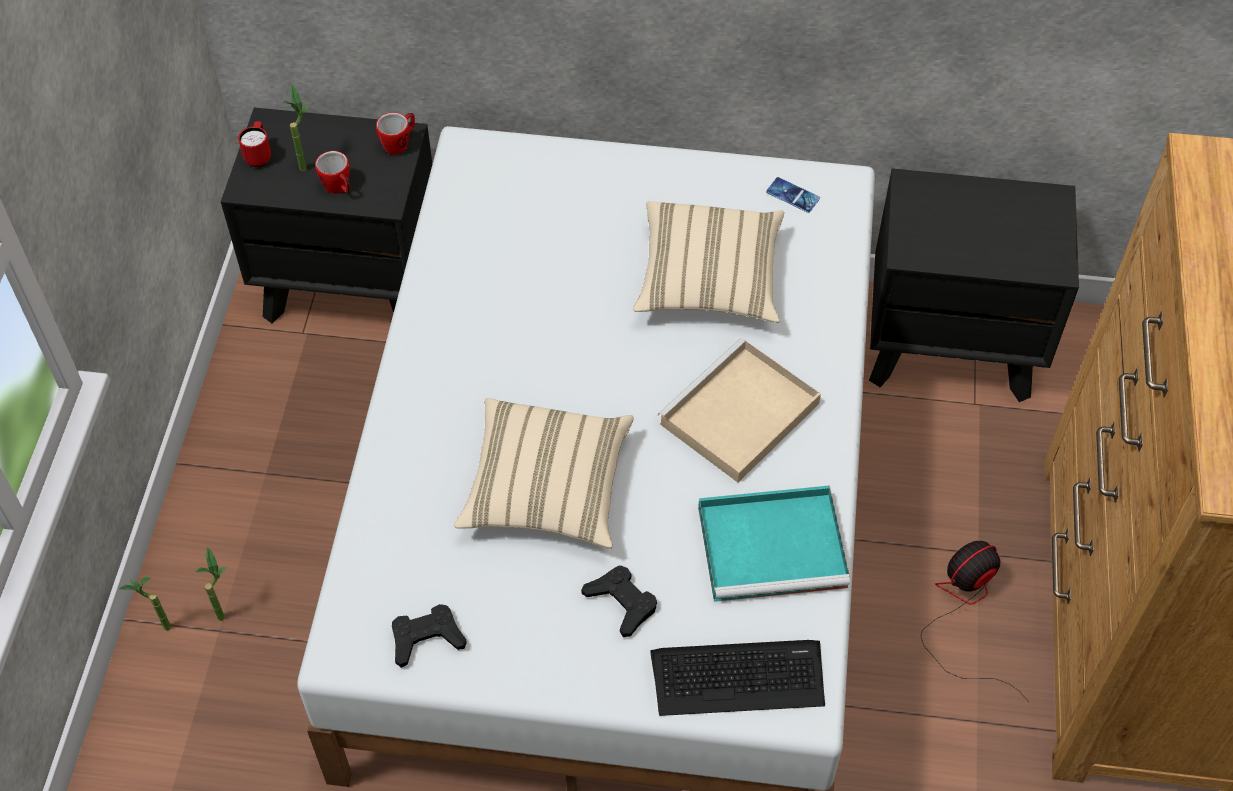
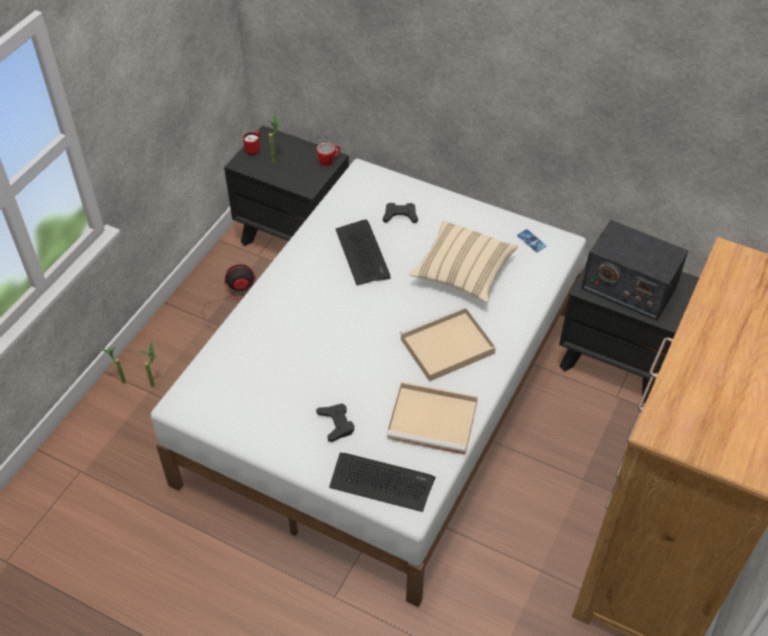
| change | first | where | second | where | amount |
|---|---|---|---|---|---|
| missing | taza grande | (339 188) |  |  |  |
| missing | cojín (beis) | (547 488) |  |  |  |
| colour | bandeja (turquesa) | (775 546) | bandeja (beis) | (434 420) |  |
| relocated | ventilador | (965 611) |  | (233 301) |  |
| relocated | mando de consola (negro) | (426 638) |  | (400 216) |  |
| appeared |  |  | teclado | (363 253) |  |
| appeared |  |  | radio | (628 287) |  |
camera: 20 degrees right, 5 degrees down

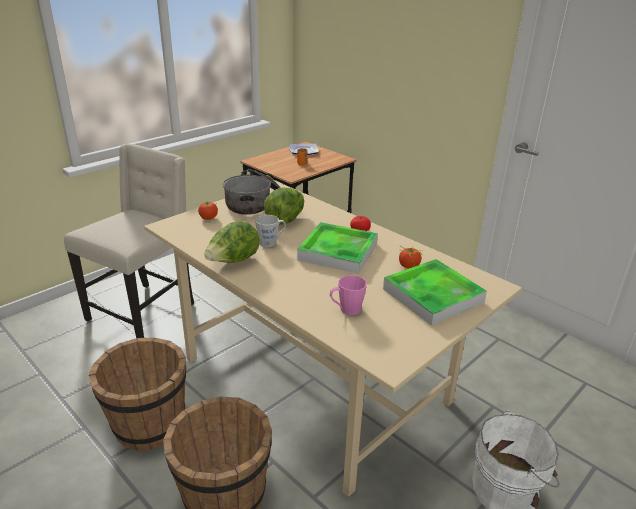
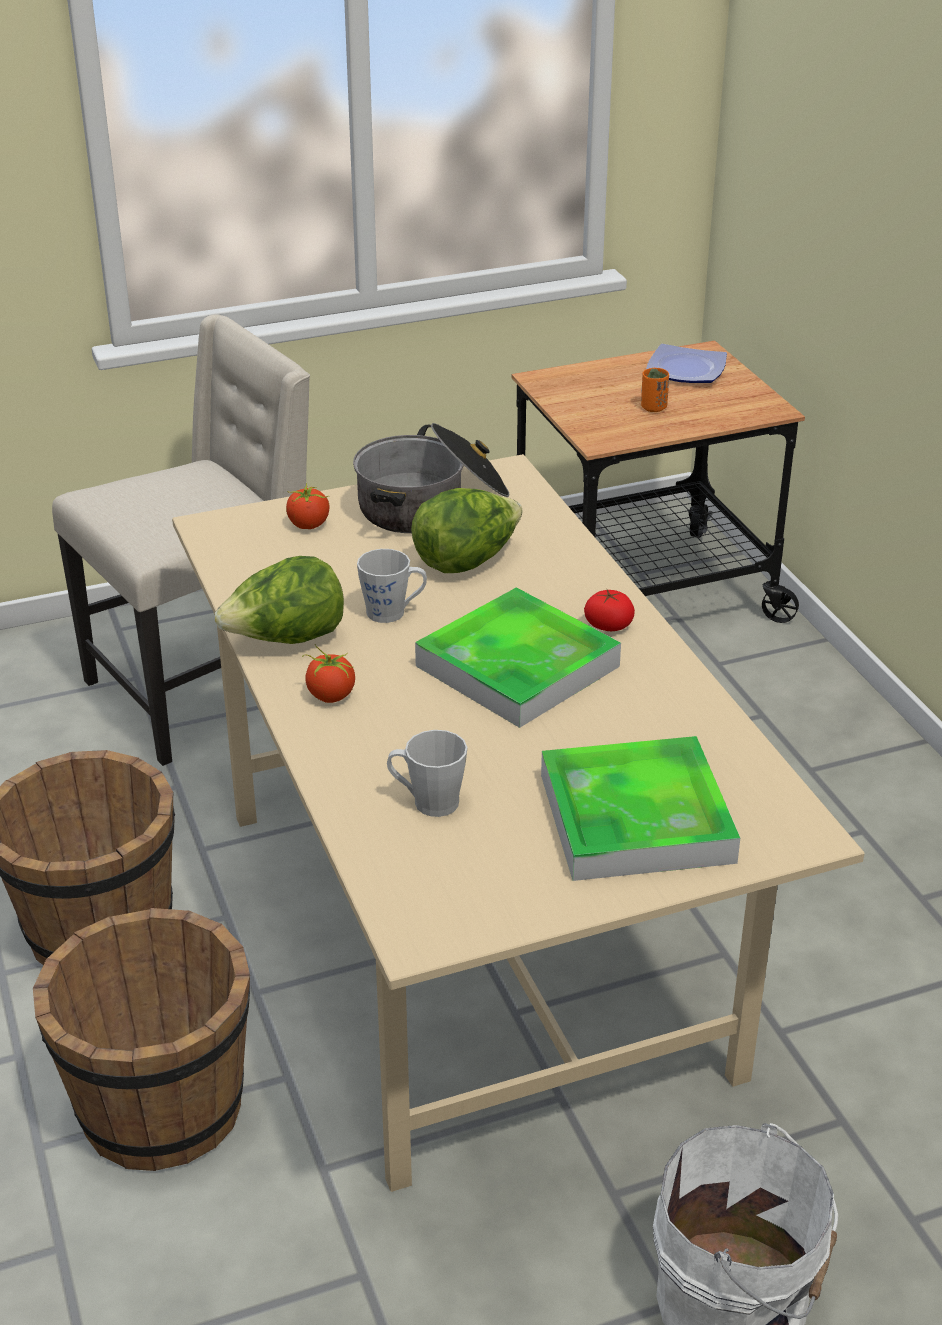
| change | first | where | second | where | amount |
|---|---|---|---|---|---|
| relocated | tomate | (408 266) |  | (330 696) |  |
| colour | taza grande (rosa) | (346 310) | taza grande (gris) | (427 802) |  |
camera: 25 degrees right, 5 degrees up

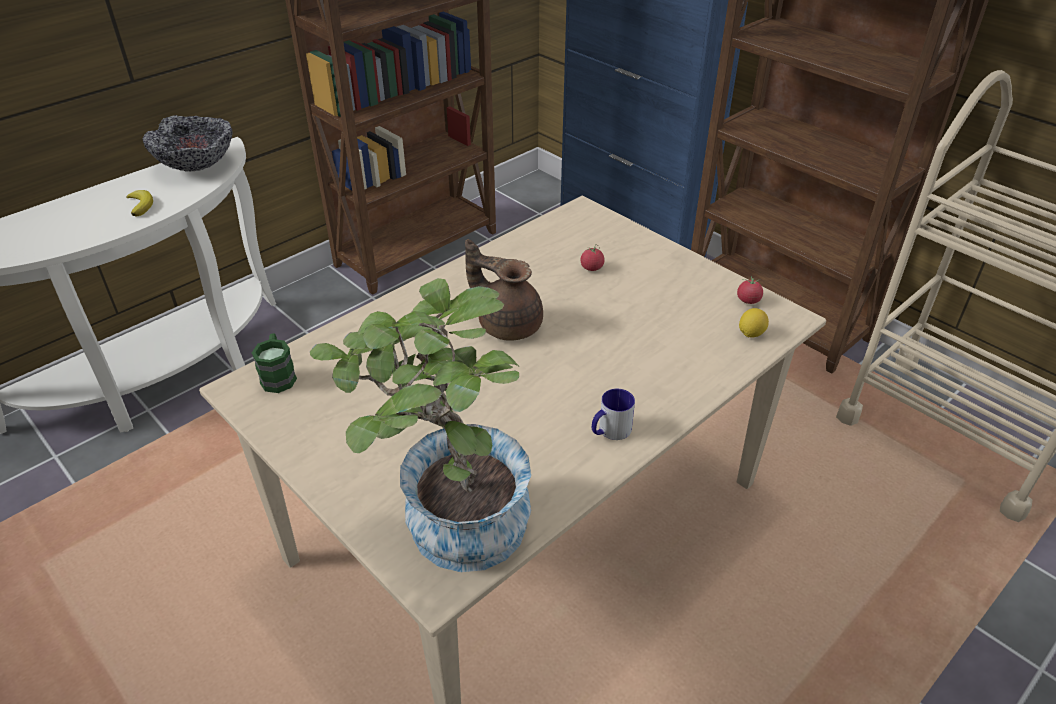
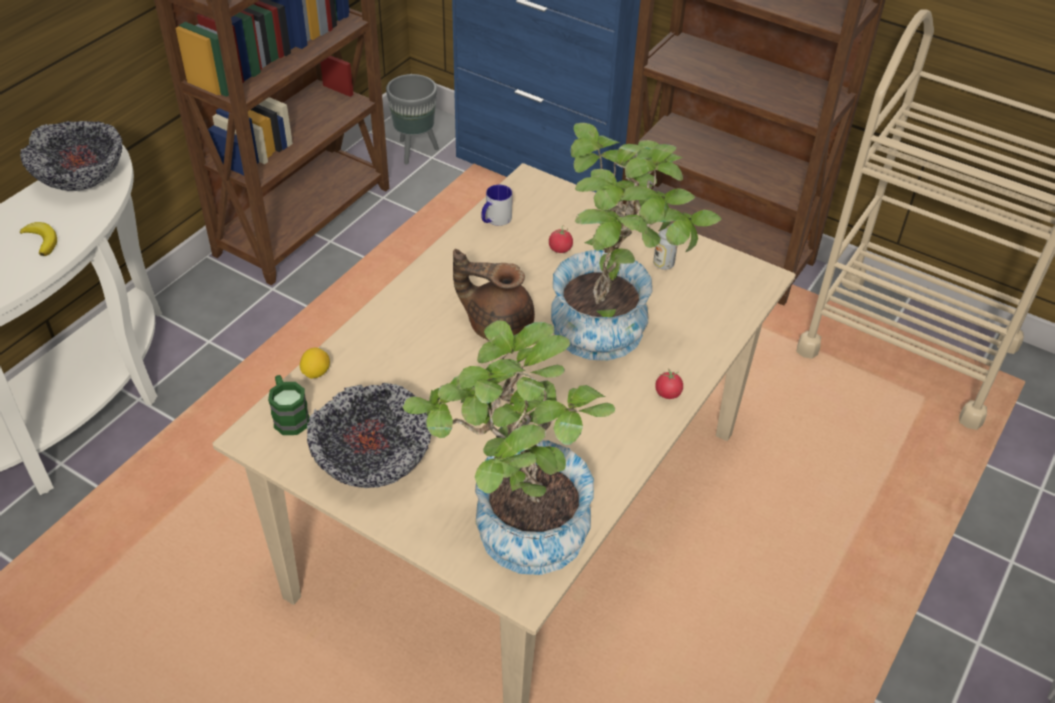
| change | first | where | second | where | amount |
|---|---|---|---|---|---|
| relocated | tomate | (748 300) |  | (668 393) |  |
| relocated | limón | (751 333) |  | (316 373) |  |
| relocated | taza grande | (610 431) |  | (495 220) |  |
| appeared |  |  | maceta (gris) | (415 151) |  |
| appeared |  |  | planta en maceta | (613 329) |  |
| appeared |  |  | lata | (663 264) |  |
| appeared |  |  | cuenco | (373 464) |  |
camera: 15 degrees left, 5 degrees up

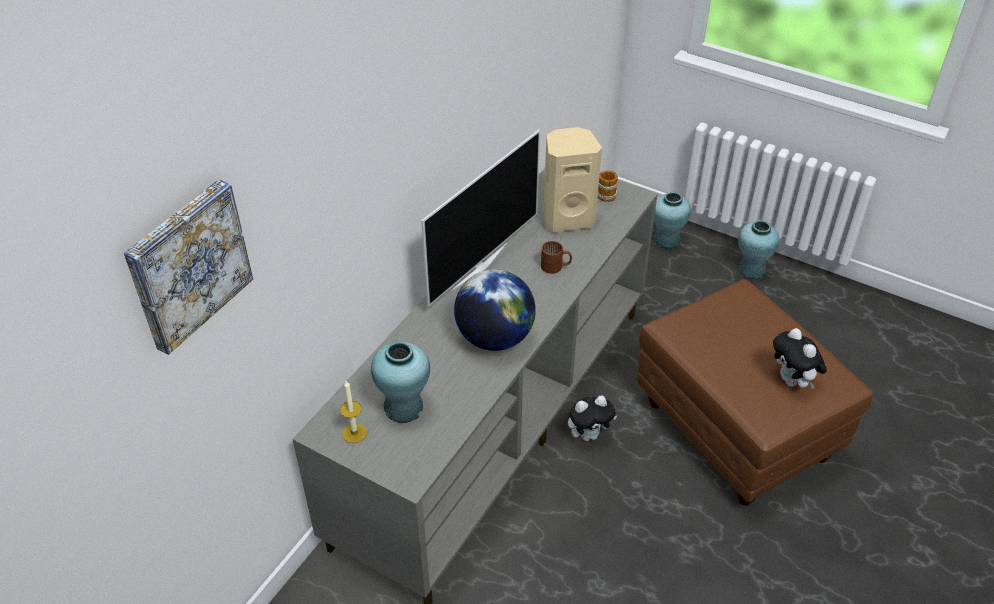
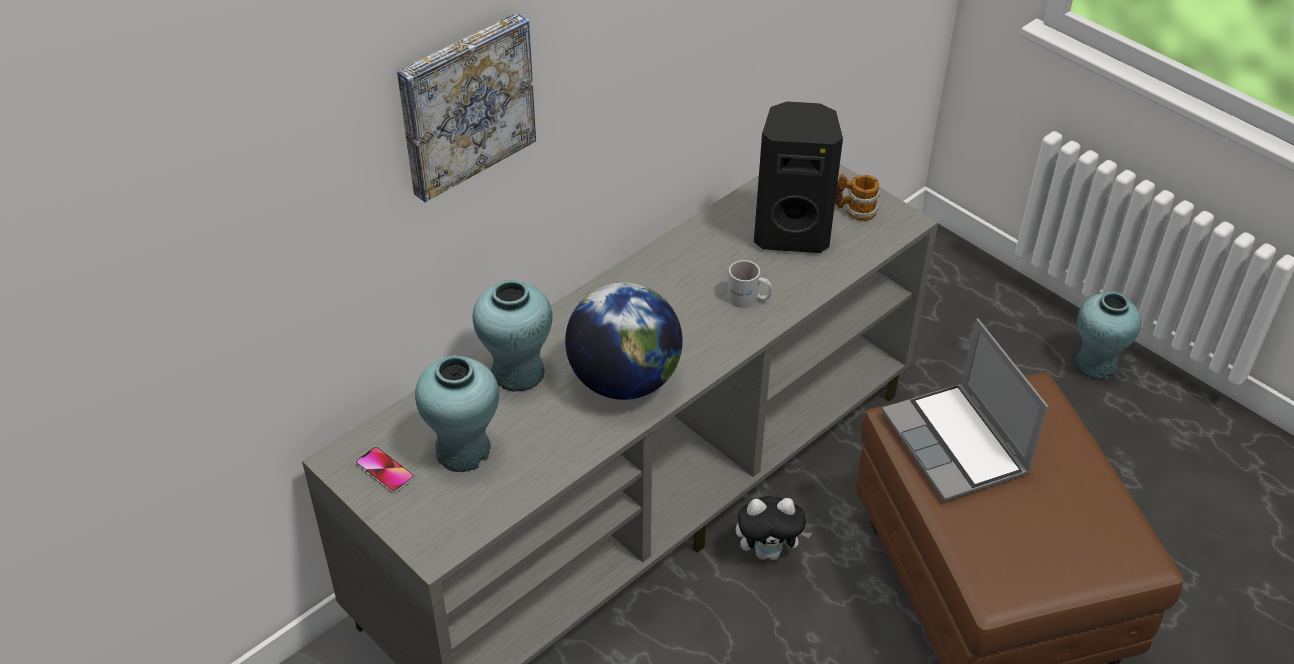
| change | first | where | second | where | amount |
|---|---|---|---|---|---|
| colour | altavoz (beis) | (567 218) | altavoz (negro) | (792 233) |  |
| missing | televisor | (478 266) |  |  |  |
| relocated | cuadro | (187 264) |  | (464 104) |  |
| relocated | florero (turquesa) | (667 240) |  | (518 373) |  |
| colour | taza grande (marrón) | (555 267) | taza grande (blanco) | (748 299) |  |
| missing | peluche | (792 381) |  |  |  |
| exchanged | vela | (354 433) | móvil | (385 471) |  |
| appeared |  |  | portátil | (957 445) |  |
camera: 15 degrees right, 0 degrees up

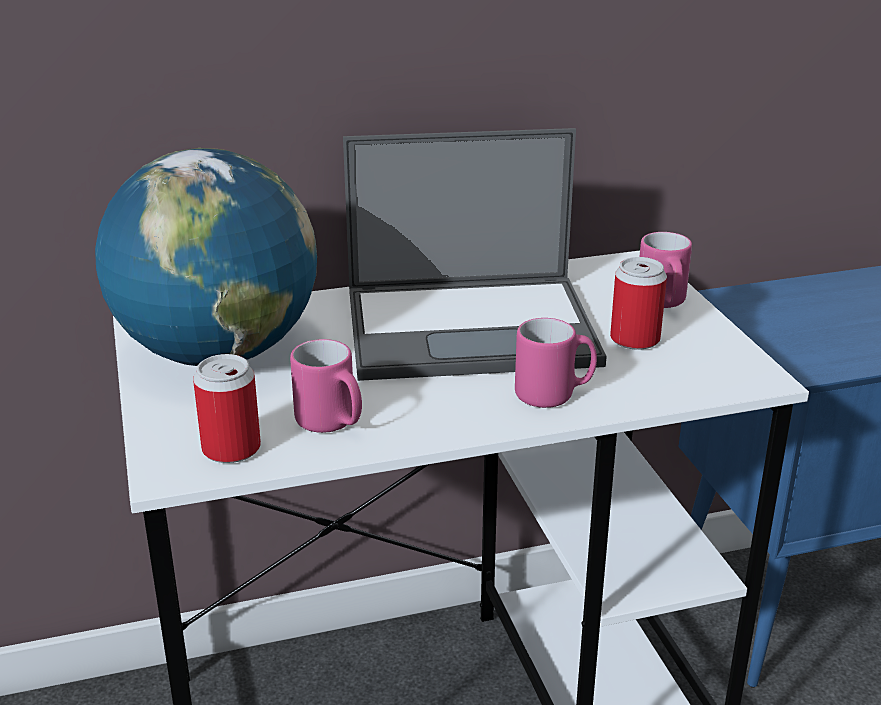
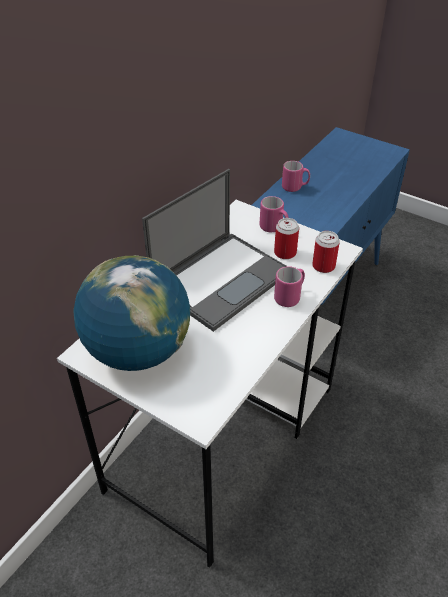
| change | first | where | second | where | amount |
|---|---|---|---|---|---|
| relocated | taza grande (rosa) | (332 424) |  | (295 187) |  |
| relocated | lata | (231 449) |  | (323 266) |  |
camera: 40 degrees left, 15 degrees up

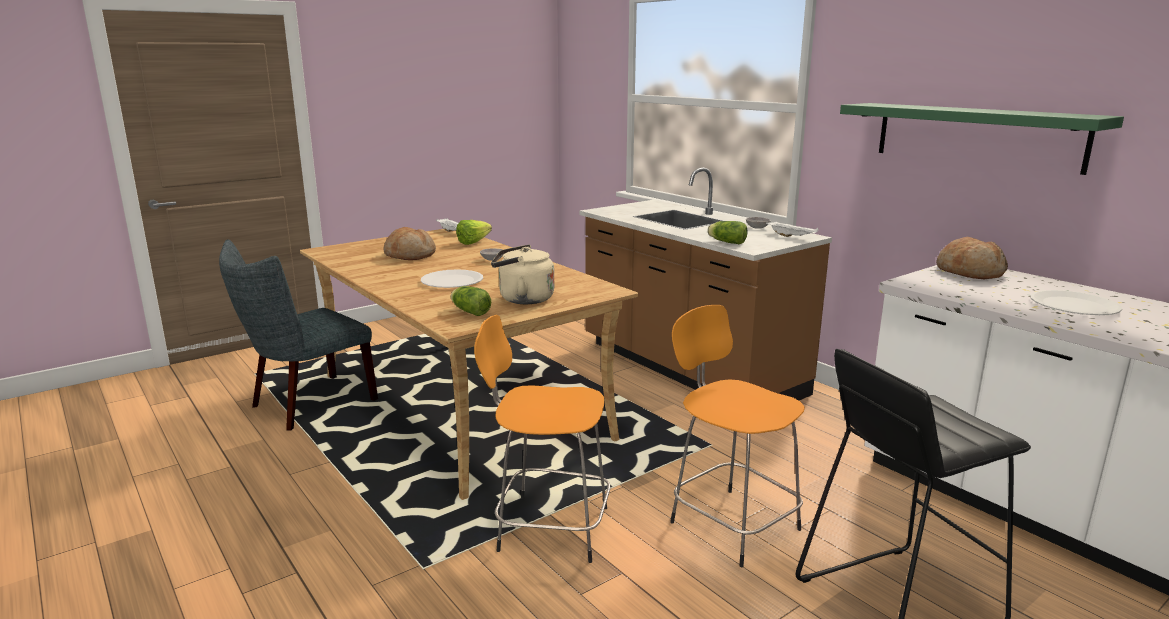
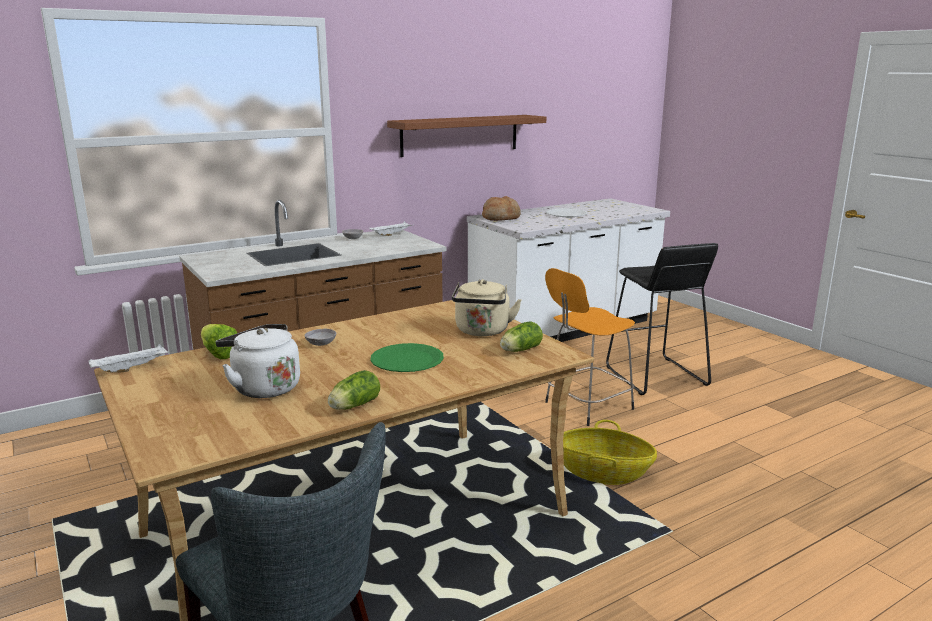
| change | first | where | second | where | amount |
|---|---|---|---|---|---|
| colour | estante (verde) | (976 136) | estante (marrón) | (460 135) |  |
| relocated | lechuga | (726 242) |  | (353 406) |  |
| exchanged | pan | (410 255) | hervidor (blanco) | (263 388) |  |
| colour | plato (blanco) | (452 281) | plato (verde) | (407 360) |  |
| exchanged | taburete (naranja) | (549 528) | cesta | (602 473) |  |
camera: 85 degrees left, 0 degrees up

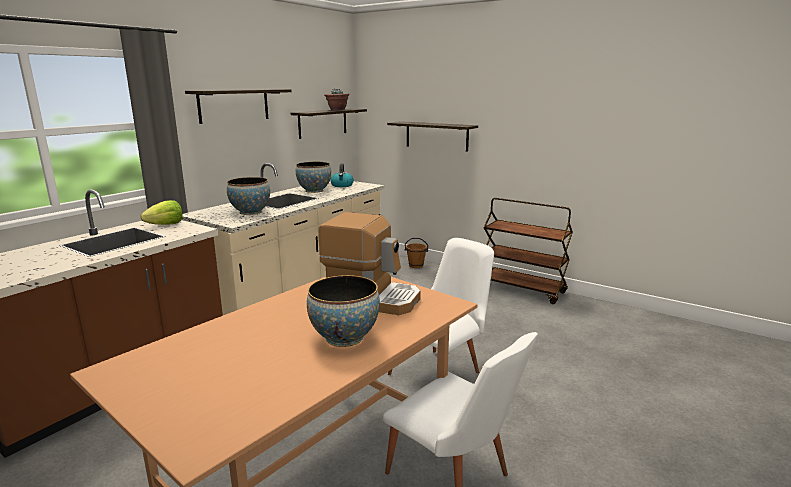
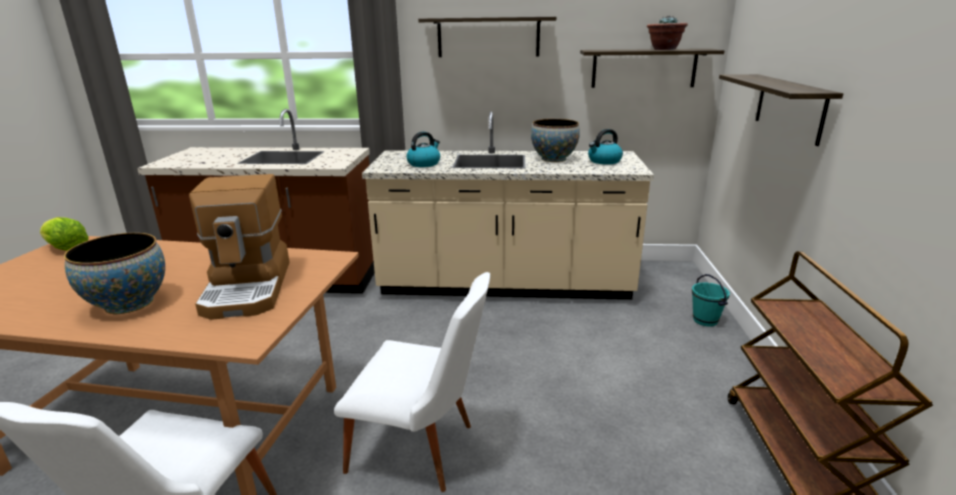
| change | first | where | second | where | amount |
|---|---|---|---|---|---|
| exchanged | cuenco | (250 212) | hervidor | (424 163) |  |
| relocated | lechuga | (166 225) |  | (66 249) |  |
| colour | cubo (marrón) | (416 265) | cubo (turquesa) | (705 320) |  |
camera: 60 degrees right, 5 degrees up

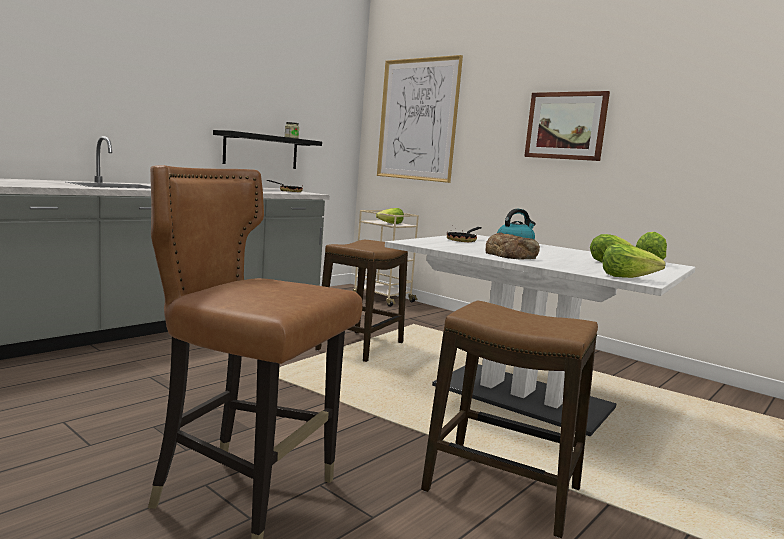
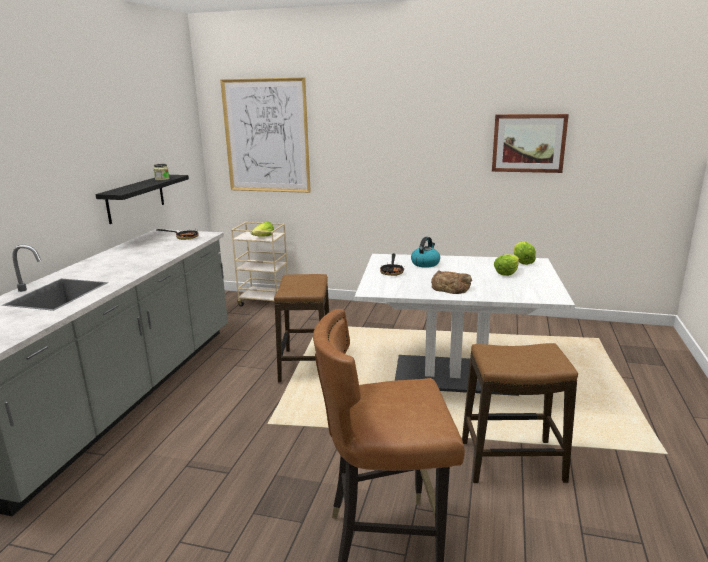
| change | first | where | second | where | amount |
|---|---|---|---|---|---|
| relocated | cuadro | (565 126) |  | (528 143) |  |
| missing | lechuga | (627 277) |  |  |  |
camera: 25 degrees left, 10 degrees up

